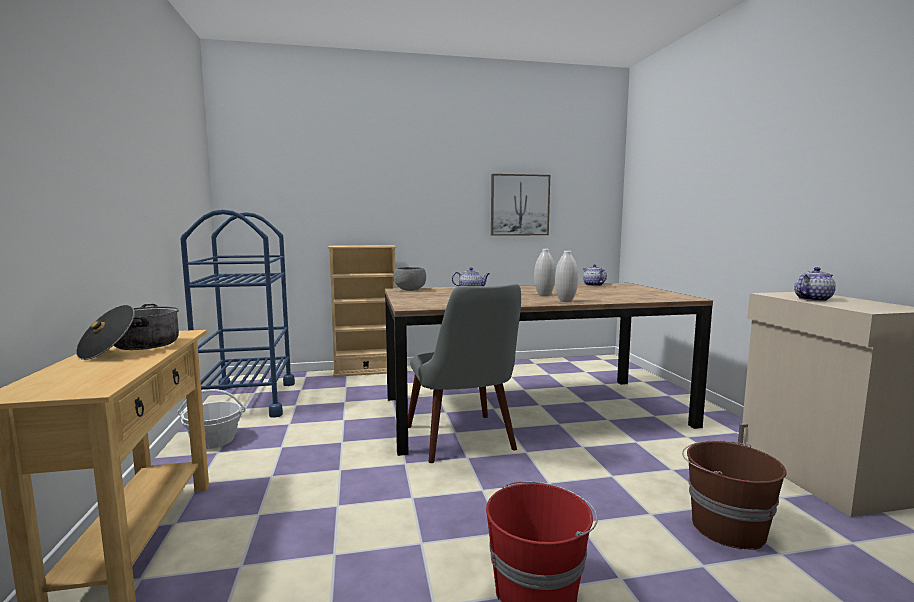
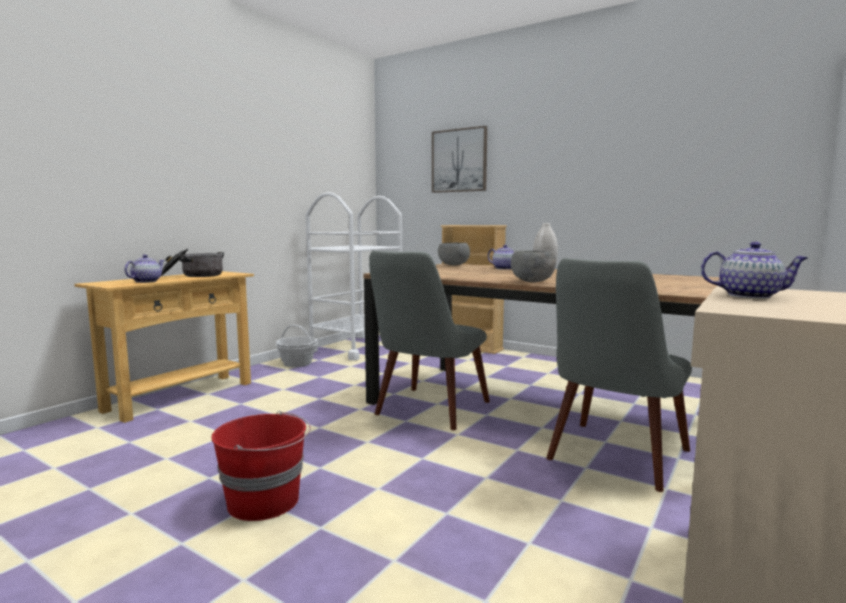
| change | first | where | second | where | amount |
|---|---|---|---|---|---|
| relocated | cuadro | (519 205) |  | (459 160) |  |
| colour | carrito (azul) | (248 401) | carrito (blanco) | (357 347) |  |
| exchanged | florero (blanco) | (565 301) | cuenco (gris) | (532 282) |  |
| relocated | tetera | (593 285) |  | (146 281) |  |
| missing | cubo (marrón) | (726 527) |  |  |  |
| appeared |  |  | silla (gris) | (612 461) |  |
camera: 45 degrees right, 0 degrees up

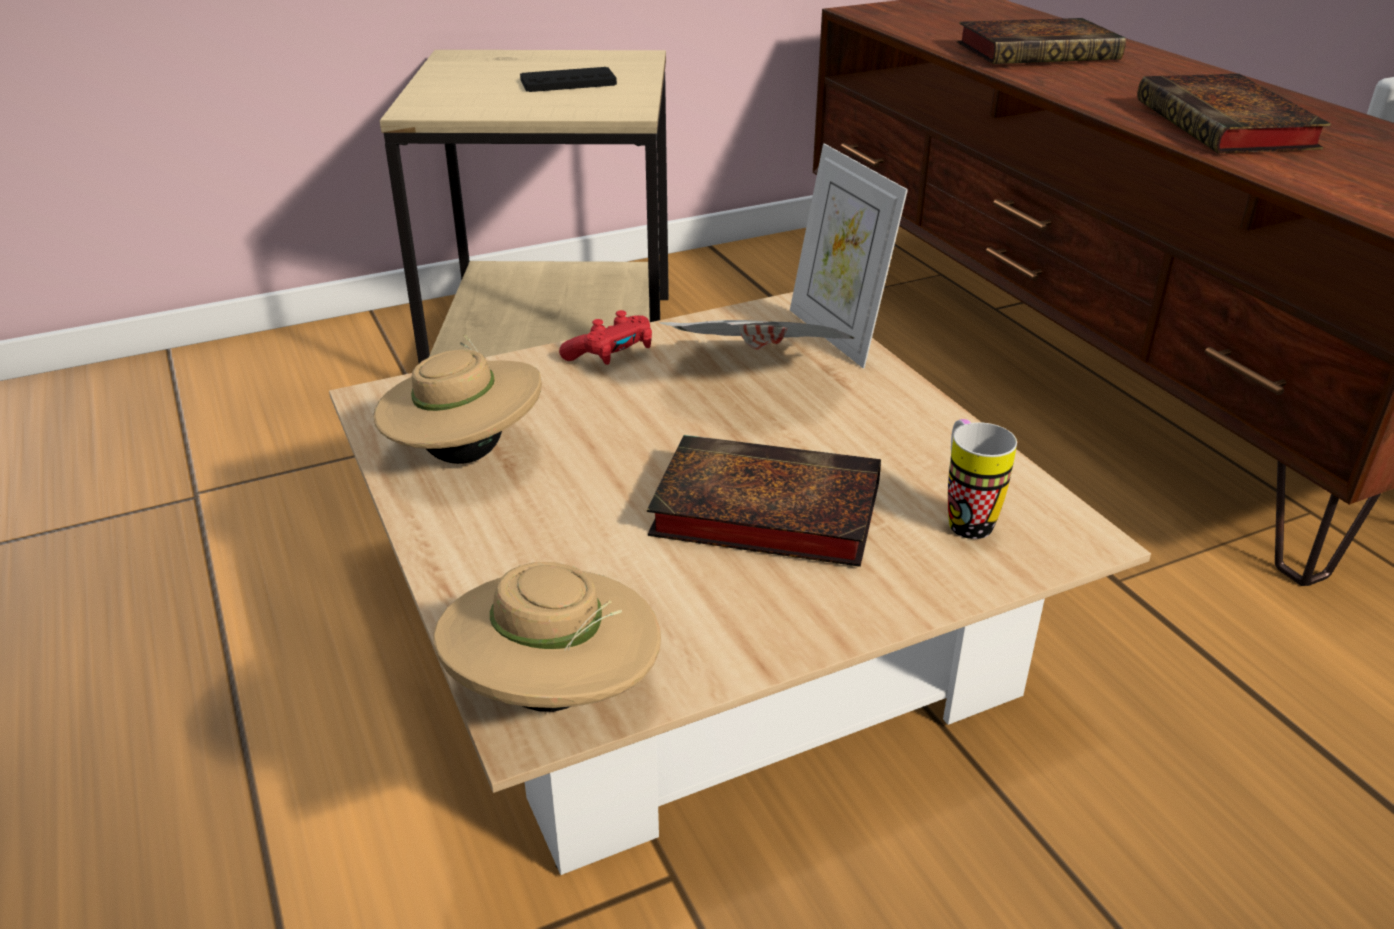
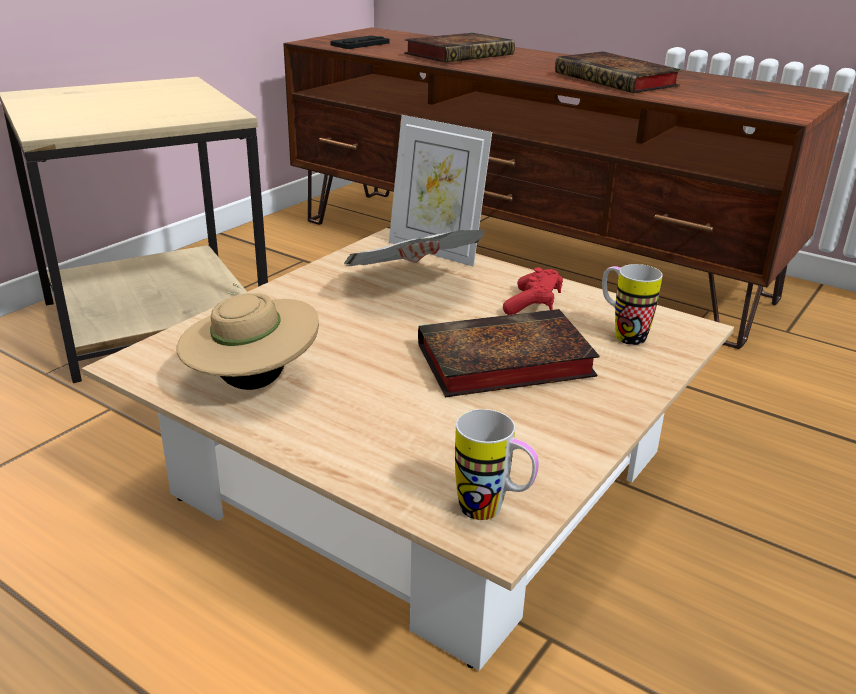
| change | first | where | second | where | amount |
|---|---|---|---|---|---|
| relocated | mando de consola (negro) | (568 82) |  | (360 44) |  |
| relocated | mando de consola (rojo) | (611 355) |  | (533 304) |  |
| exchanged | sombrero (beis) | (555 694) | taza grande | (492 512) |  |
camera: 30 degrees left, 5 degrees down

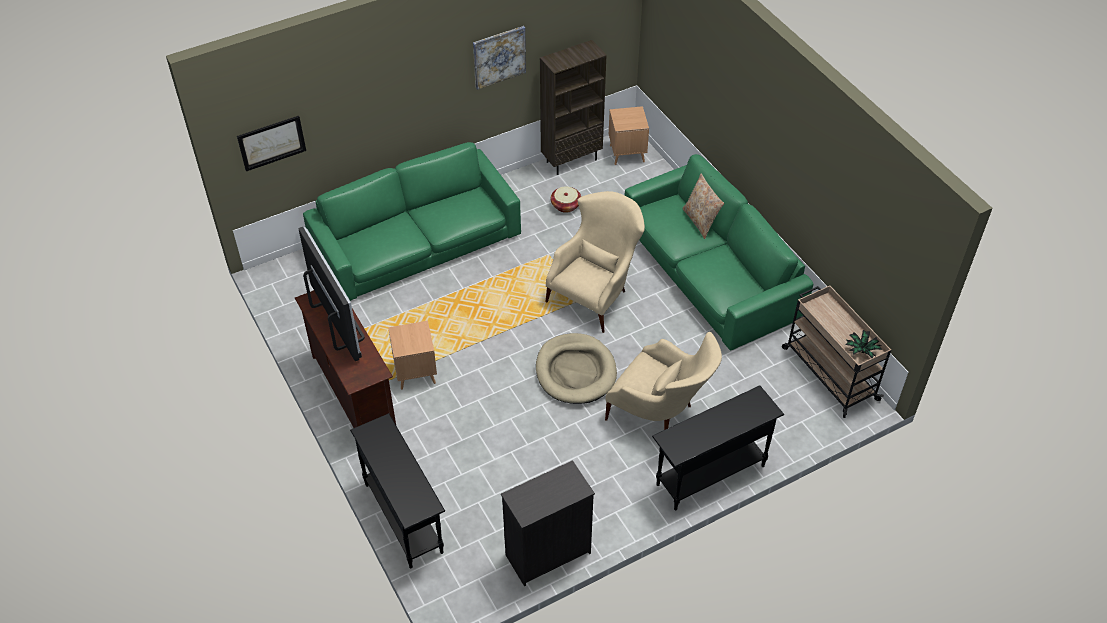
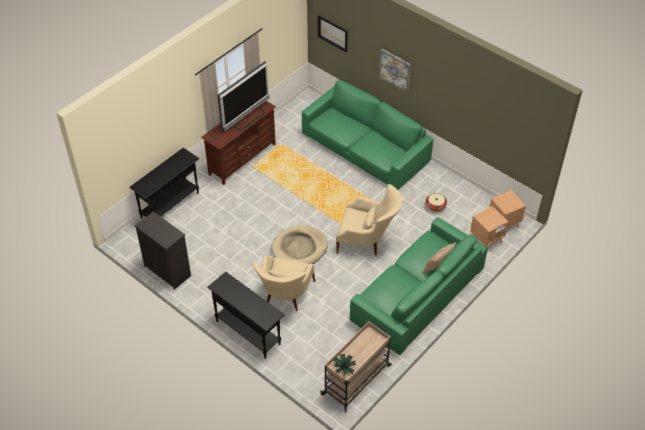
| change | first | where | second | where | amount |
|---|---|---|---|---|---|
| relocated | cuadro | (499 57) |  | (395 70) |  |
| missing | estantería (marrón) | (571 160) |  |  |  |
| relocated | mesa auxiliar (marrón) | (415 373) |  | (486 240) |  |
camera: 70 degrees right, 0 degrees up

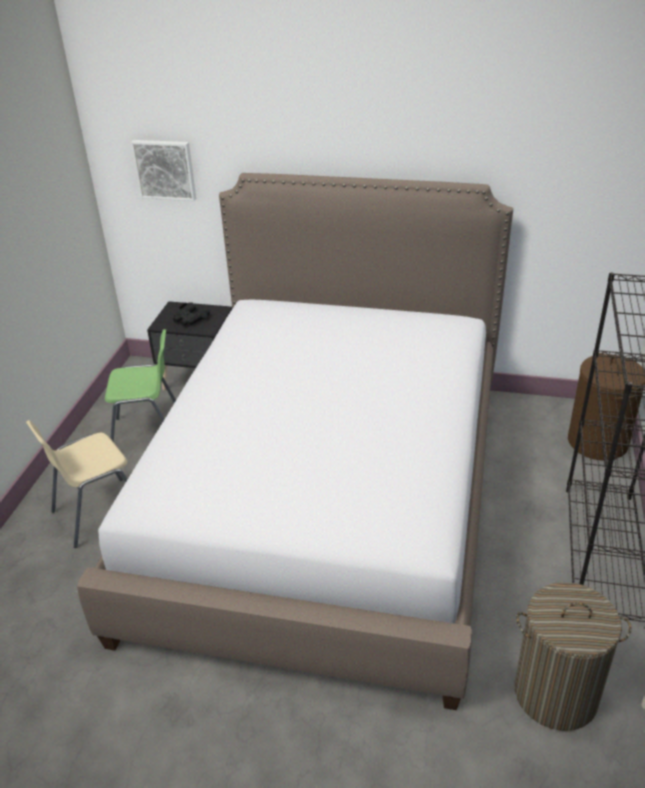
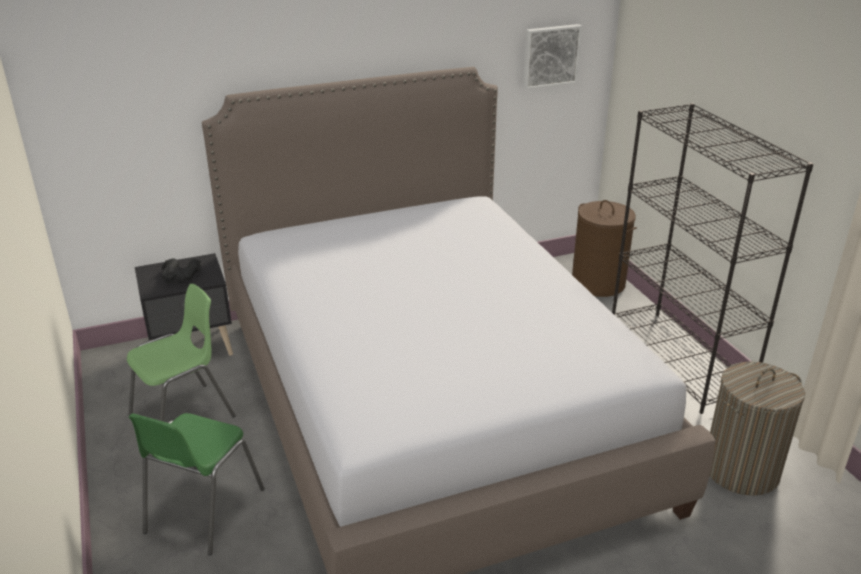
| change | first | where | second | where | amount |
|---|---|---|---|---|---|
| relocated | cuadro | (165 169) |  | (550 56) |  |
| colour | silla (beis) | (98 513) | silla (verde) | (203 511) |  |
camera: 35 degrees left, 5 degrees down

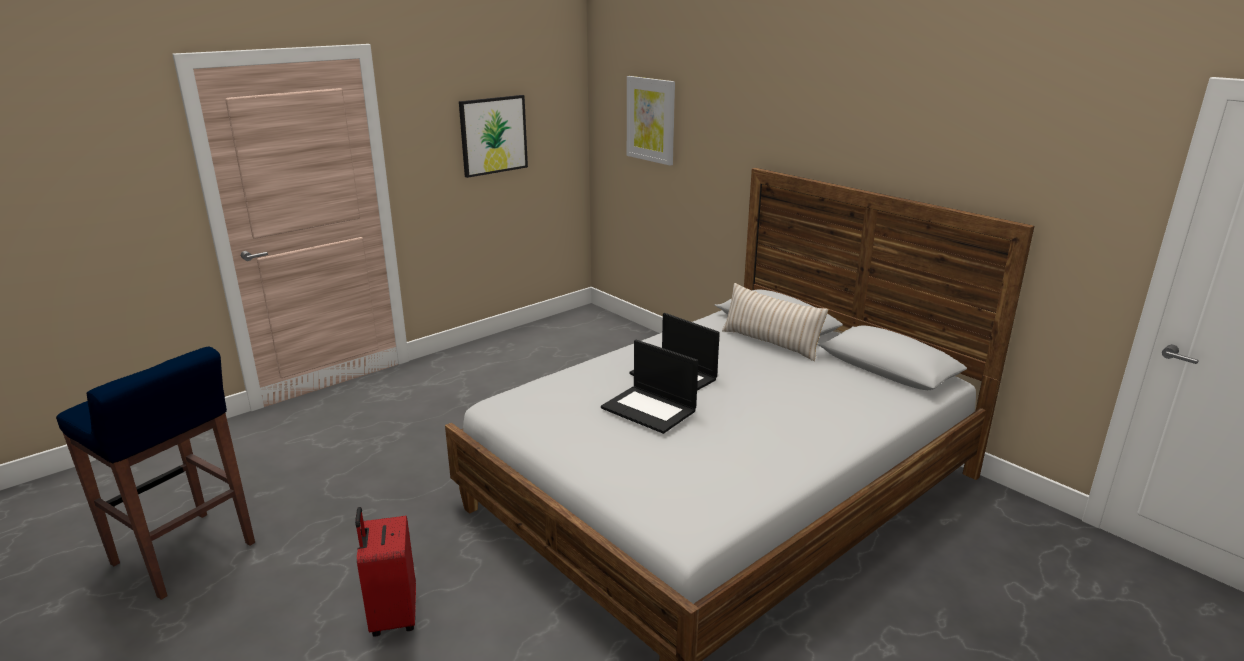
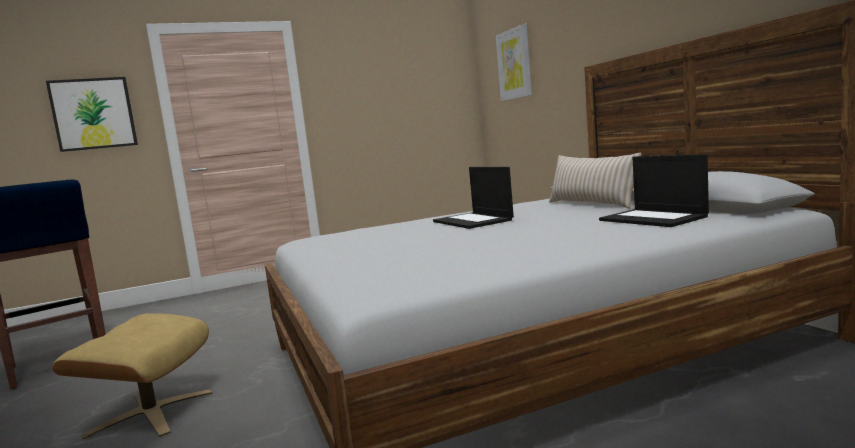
| change | first | where | second | where | amount |
|---|---|---|---|---|---|
| relocated | cuadro | (493 135) |  | (93 114) |  |
| relocated | portátil | (650 409) |  | (654 218) |  |
| exchanged | maleta (rojo) | (392 616) | puf (beis) | (150 413) |  |
camera: 20 degrees right, 15 degrees down

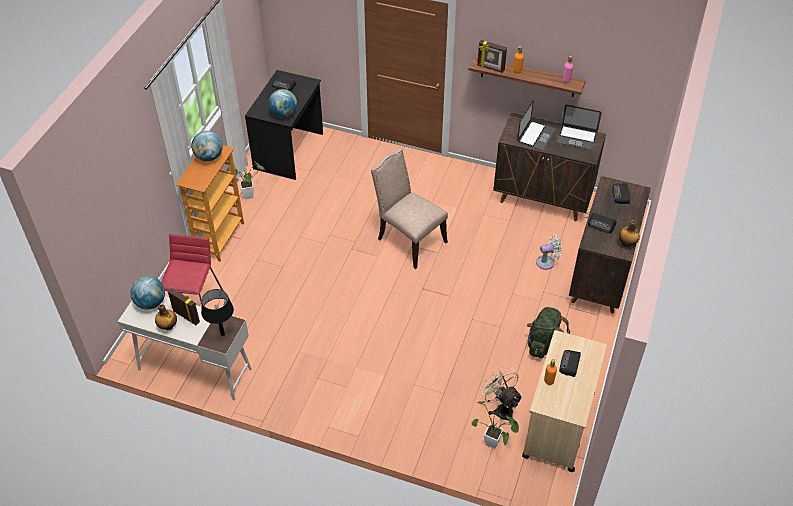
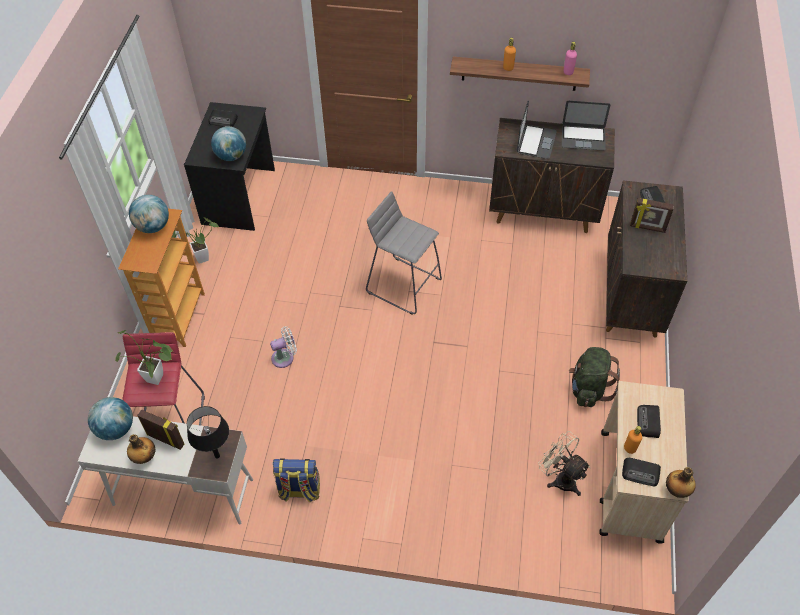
| change | first | where | second | where | amount |
|---|---|---|---|---|---|
| relocated | portarretratos | (490 68) |  | (647 228) |  |
| exchanged | silla (beis) | (408 240) | taburete (gris) | (403 285) |  |
| relocated | radio | (602 225) |  | (641 473) |  |
| relocated | botella | (627 244) |  | (676 490) |  |
| relocated | ventilador (blanco) | (547 262) |  | (285 357) |  |
| relocated | planta en maceta | (495 444) |  | (158 380) |  |
| appeared |  |  | mochila | (299 490) |  |
camera: 10 degrees left, 5 degrees up

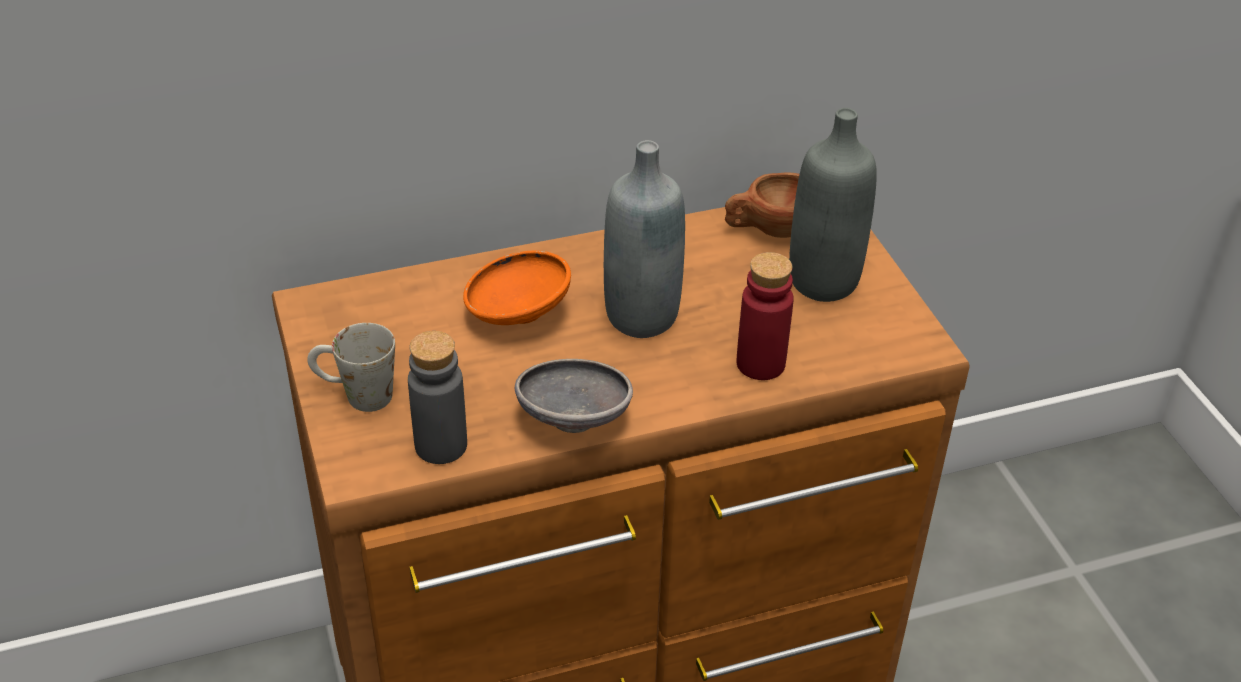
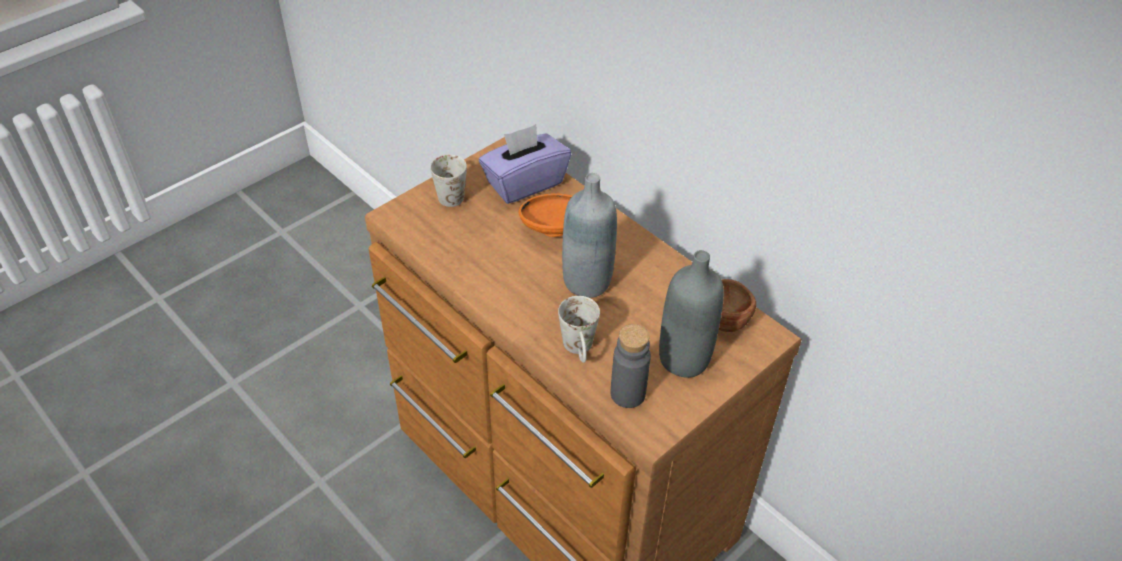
| change | first | where | second | where | amount |
|---|---|---|---|---|---|
| exchanged | botella (rojo) | (760 364) | taza grande (blanco) | (579 350) |  |
| relocated | botella (gris) | (441 445) |  | (627 394) |  |
| missing | cuenco (gris) | (574 418) |  |  |  |
| appeared |  |  | caja de pañuelos (morado) | (524 183) |  |
camera: 65 degrees right, 5 degrees up

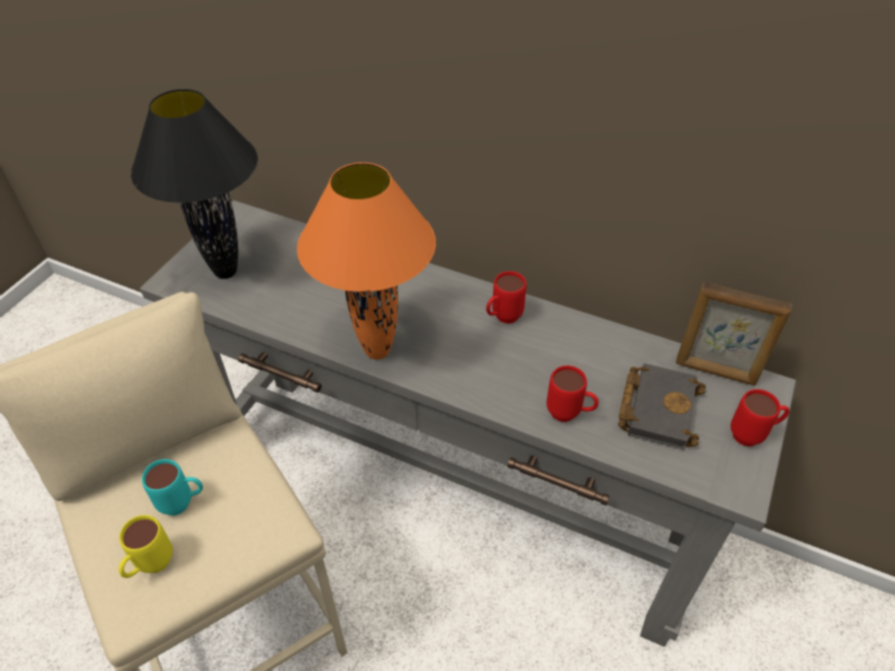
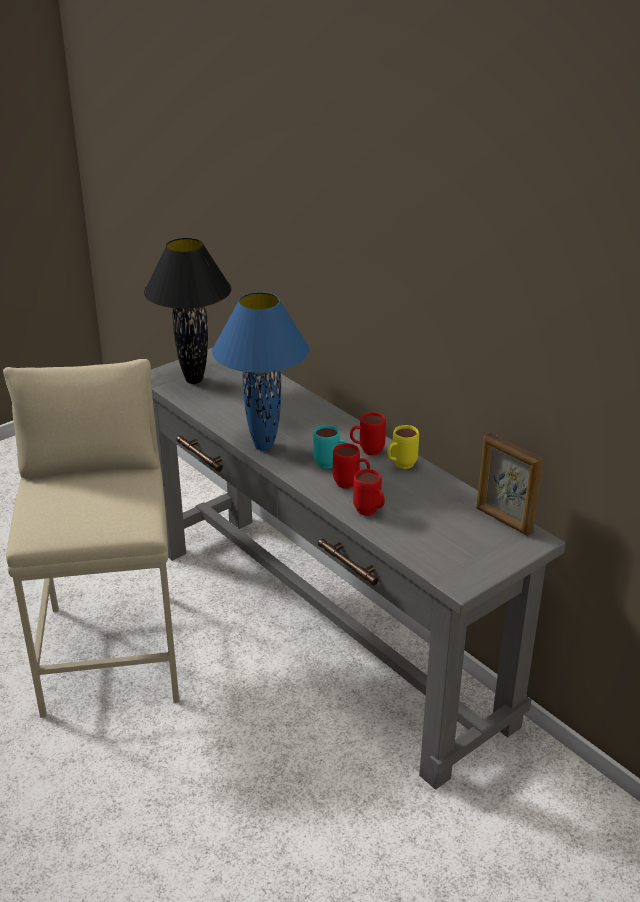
| change | first | where | second | where | amount |
|---|---|---|---|---|---|
| colour | lámpara de mesa (naranja) | (378 352) | lámpara de mesa (azul) | (264 447) |  |
| missing | libro (negro) | (657 407) |  |  |  |
| relocated | taza grande (rojo) | (753 435) |  | (351 484) |  |
| relocated | taza grande (turquesa) | (183 504) |  | (331 465) |  |
| relocated | taza grande (amarillo) | (151 567) |  | (400 466) |  |
camera: 25 degrees right, 15 degrees down

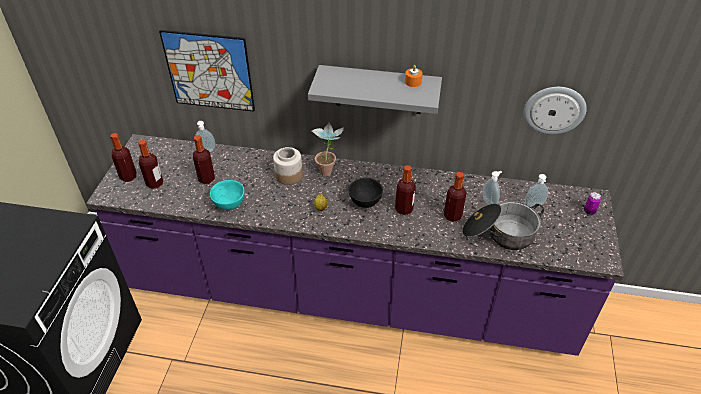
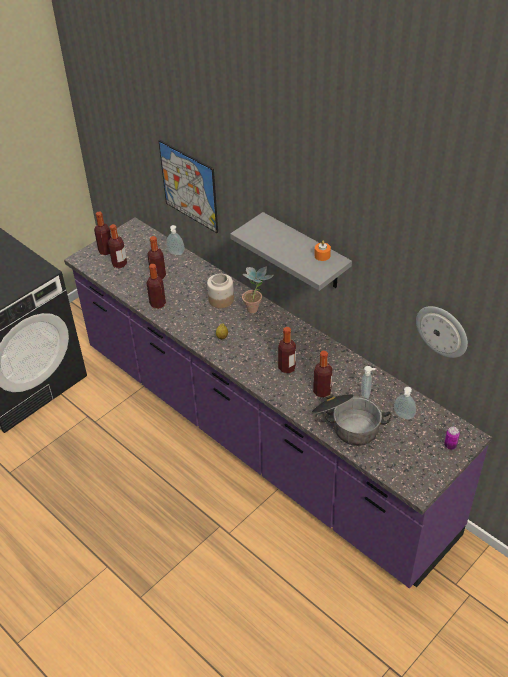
| change | first | where | second | where | amount |
|---|---|---|---|---|---|
| missing | cuenco (negro) | (364 202) |  |  |  |
| exchanged | cuenco (turquesa) | (229 205) | botella | (157 304) |  |
camera: 35 degrees right, 0 degrees up

